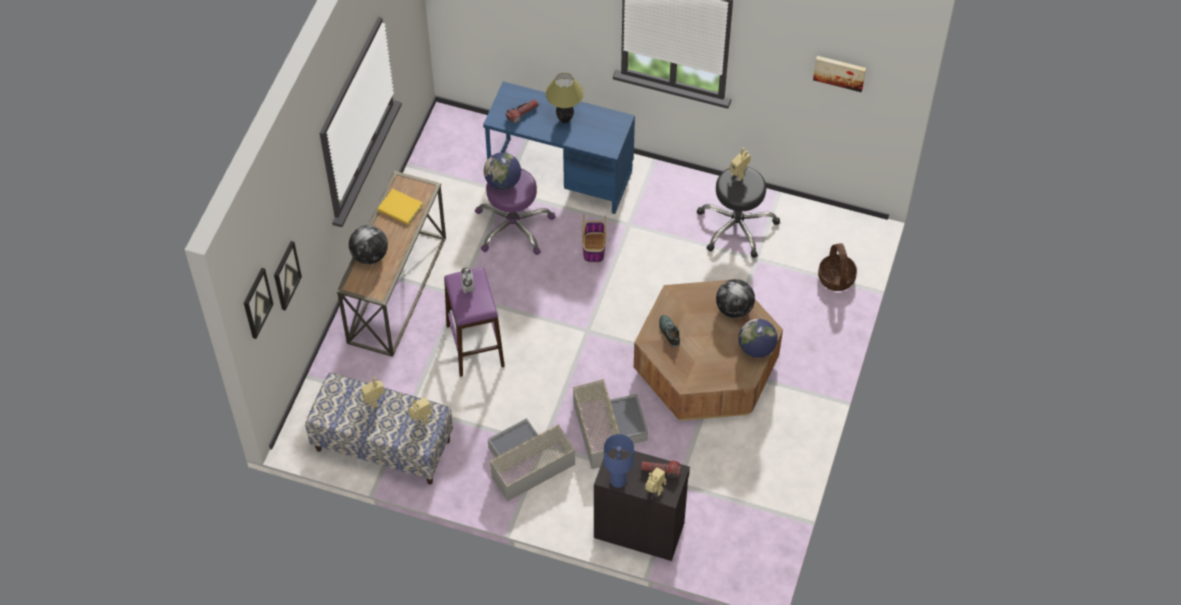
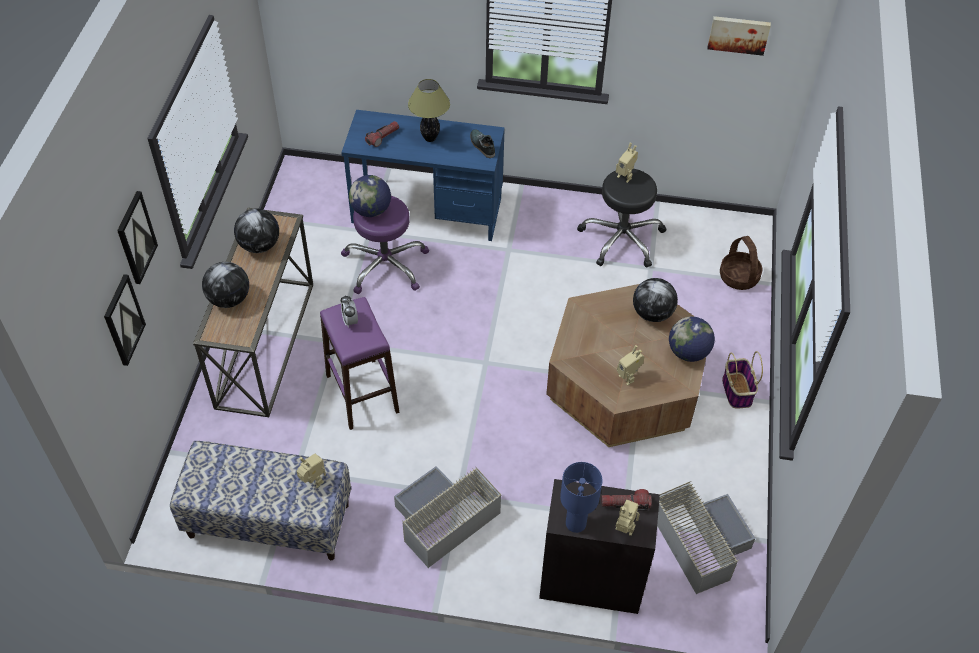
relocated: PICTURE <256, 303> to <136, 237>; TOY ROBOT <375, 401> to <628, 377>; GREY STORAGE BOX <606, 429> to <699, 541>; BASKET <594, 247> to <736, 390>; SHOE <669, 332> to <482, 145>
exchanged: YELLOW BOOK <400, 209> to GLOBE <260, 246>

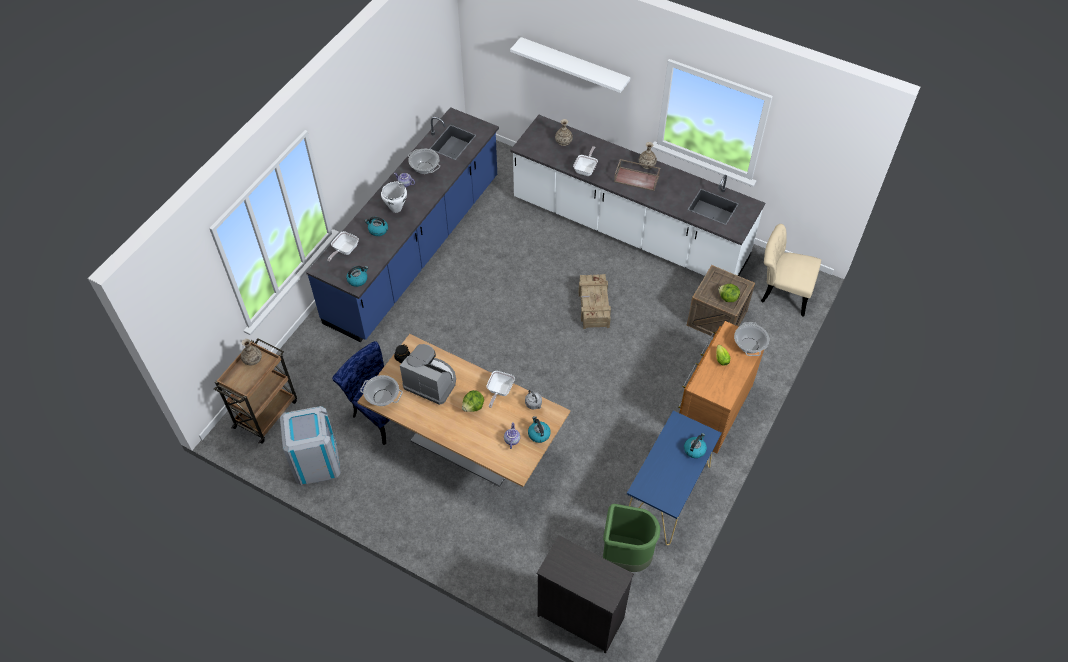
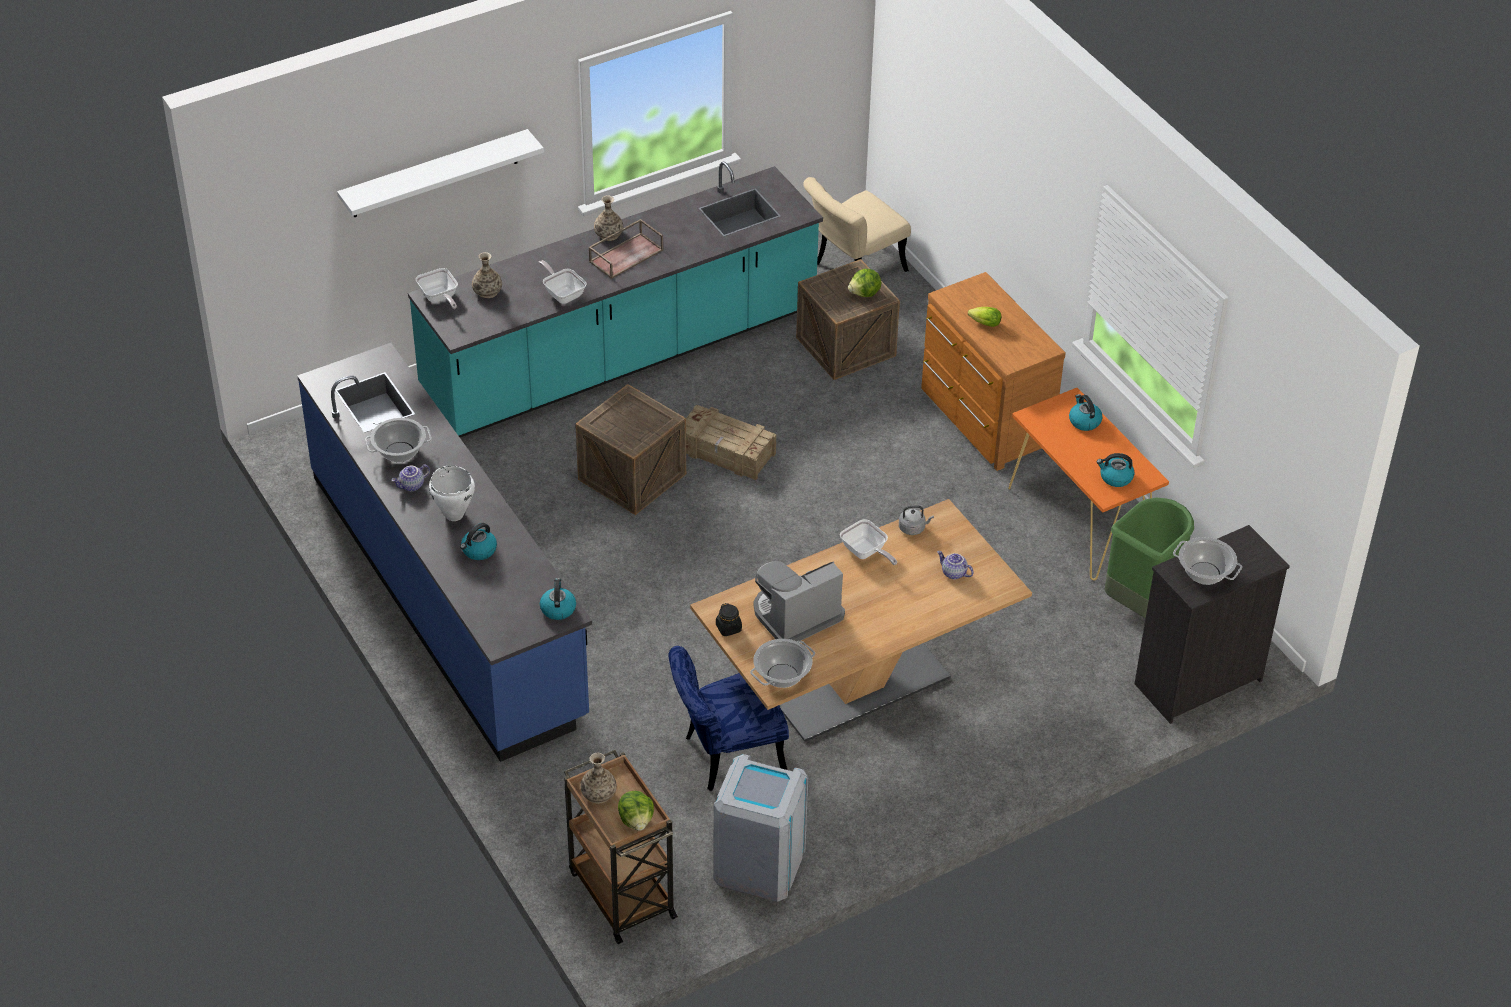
appeared: CRATE <632, 477>
relocated: FRYING PAN <344, 251> to <439, 298>; LETTUCE <473, 406> to <636, 820>; KETTLE <538, 434> to <1115, 477>; COOKING POT <749, 345> to <1205, 573>
colour: WHITE COUNTER <629, 230> to TURQUOISE COUNTER <622, 356>; BLUE CONSOLE TABLE <667, 495> to ORANGE CONSOLE TABLE <1079, 521>

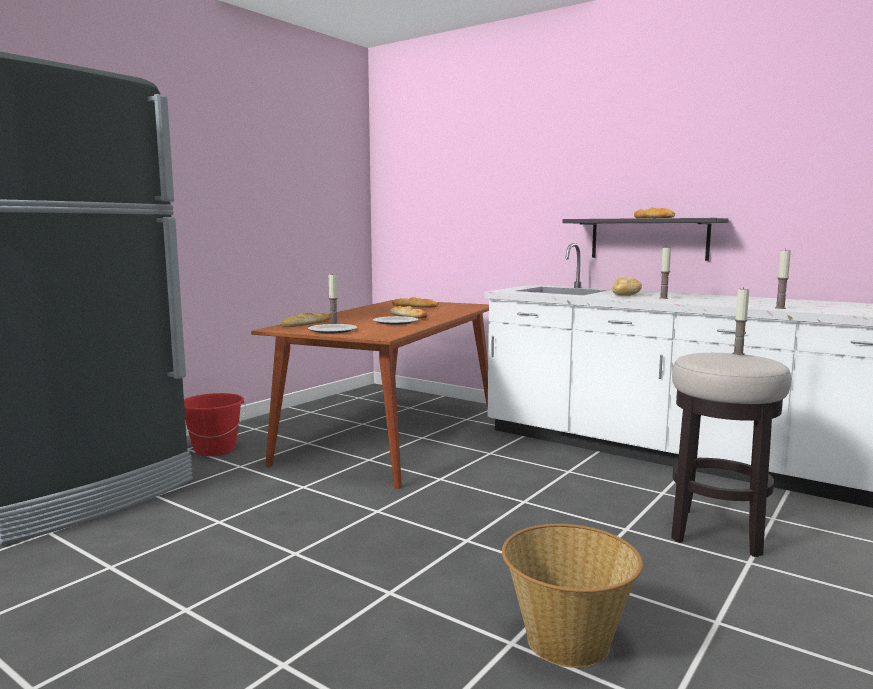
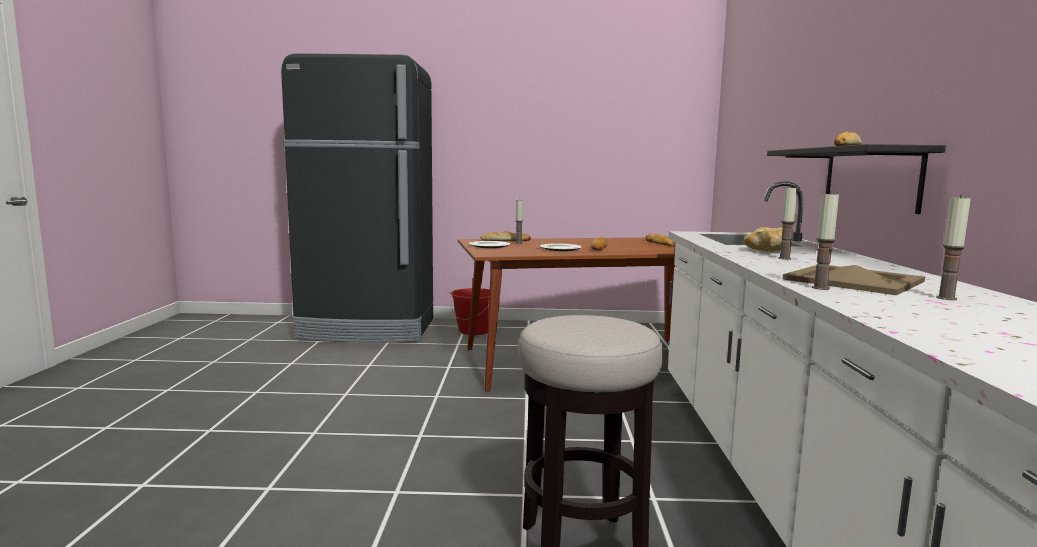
missing: BASKET <567, 642>
appeared: BEIGE TRAY <854, 280>
relocated: CANDLE <738, 354> to <946, 298>

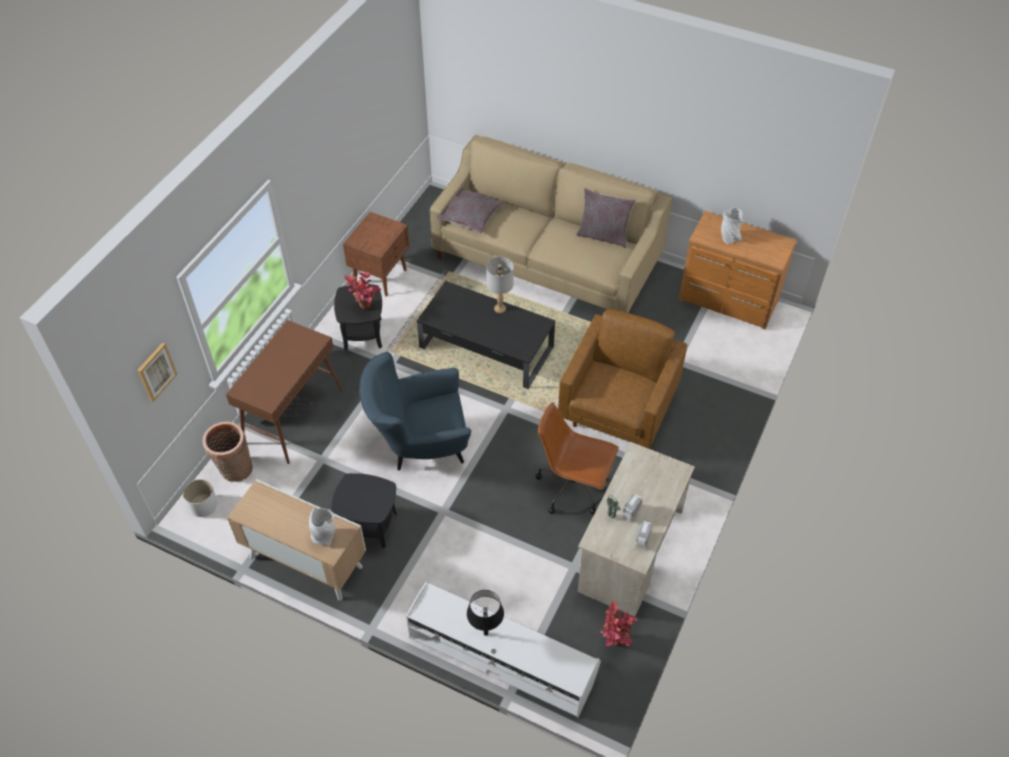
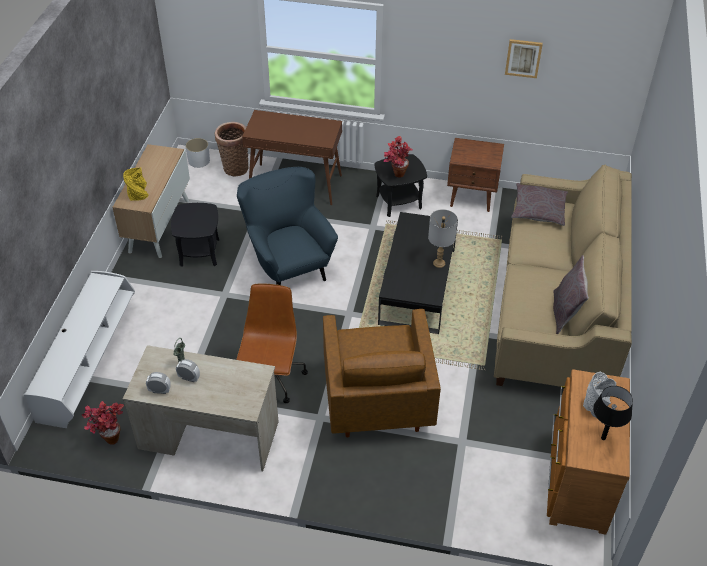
relocated: PICTURE <156, 371> to <523, 58>; BLACK TABLE LAMP <485, 633> to <603, 438>
colour: GREY VASE <325, 536> to YELLOW VASE <138, 196>
spun: BROWN ARMCHAIR <618, 410> = <377, 399> 75 degrees clockwise

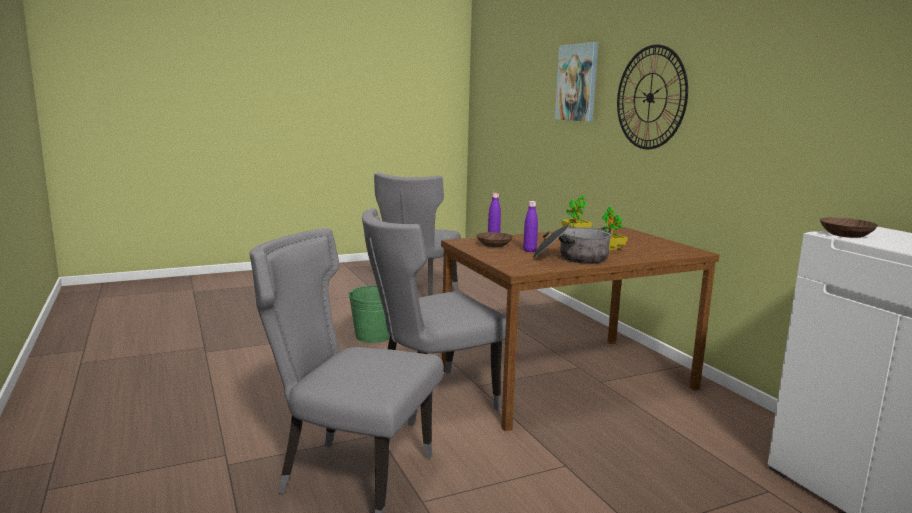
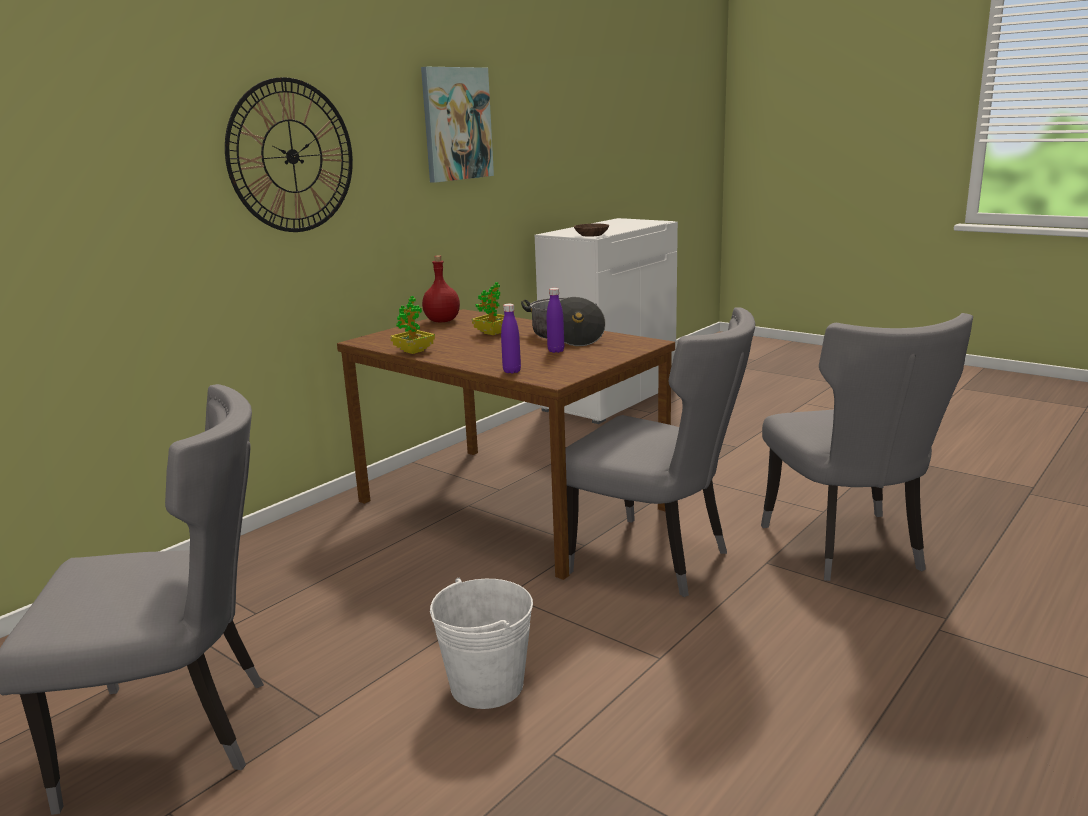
missing: BROWN BOWL <493, 245>
appeared: RED BOTTLE <443, 321>
relocated: PICTURE <577, 82> to <456, 124>
colour: GREEN BUCKET <373, 336> to WHITE BUCKET <486, 685>

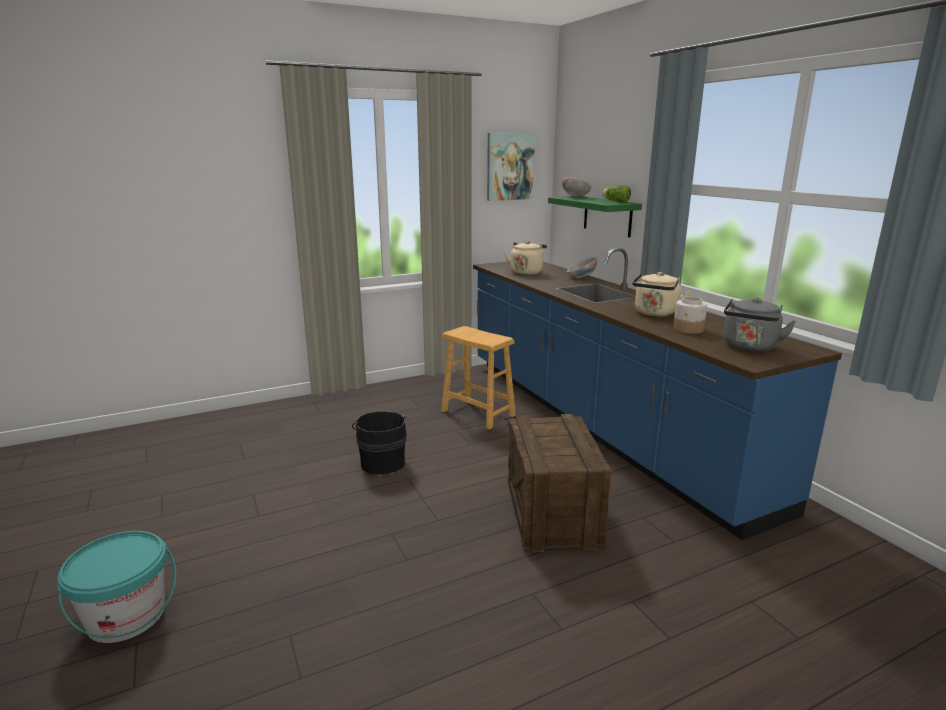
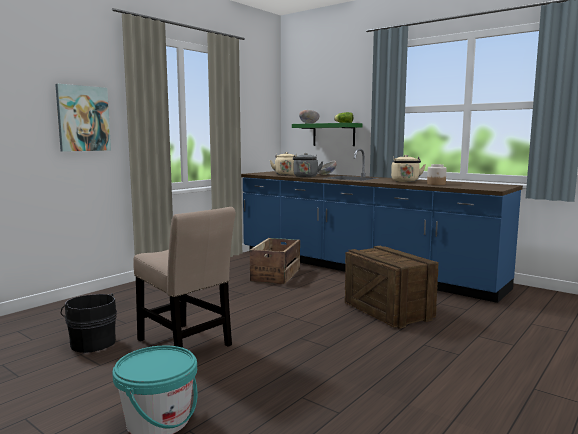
appeared: BEIGE CHAIR <186, 344>
relocated: BLACK BUCKET <382, 462> to <92, 342>; PICTURE <510, 166> to <83, 118>; GREY KETTLE <749, 347> to <305, 177>
exchanged: BROWN STOOL <478, 413> to CRATE <276, 275>

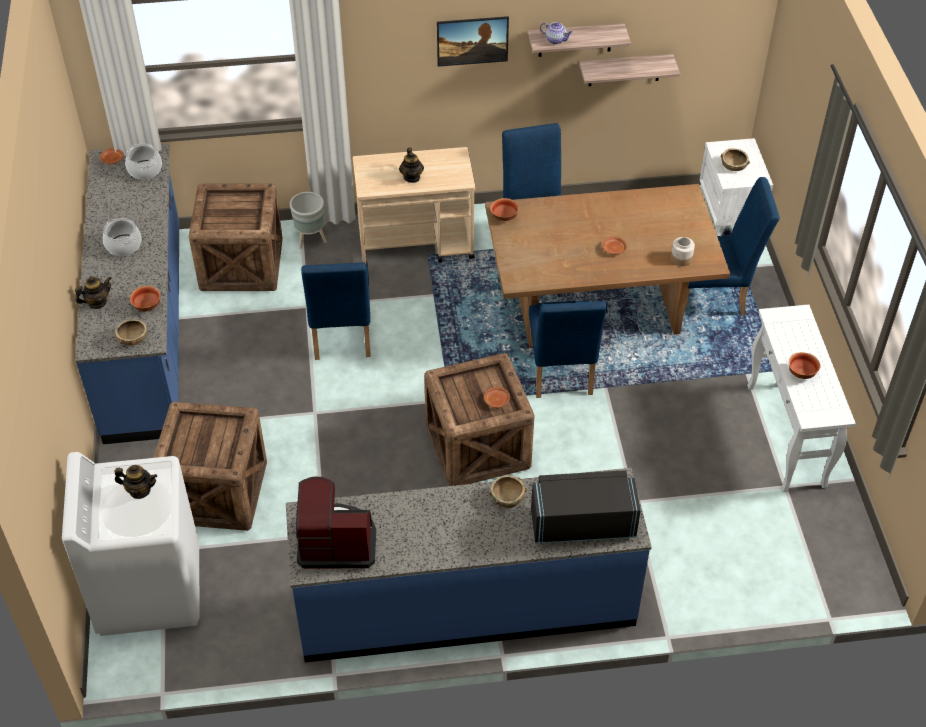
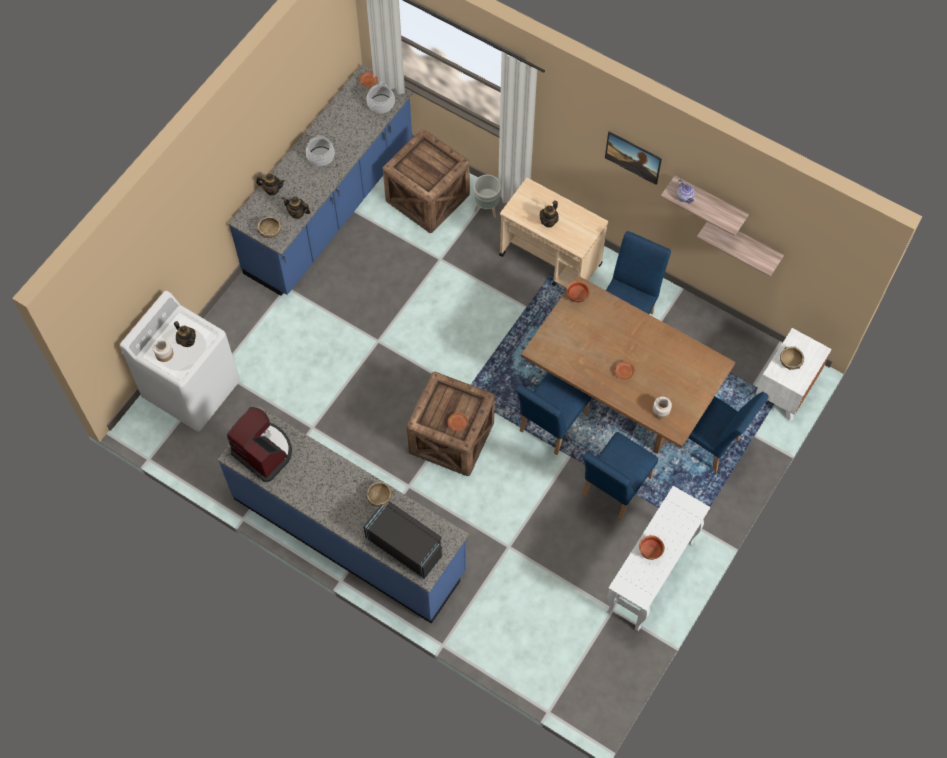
missing: CRATE <214, 493>
appeared: JAR <164, 354>
relocated: BLUE CHAIR <341, 338> to <613, 490>
exchanged: BOWL <147, 306> to TEAPOT <297, 213>

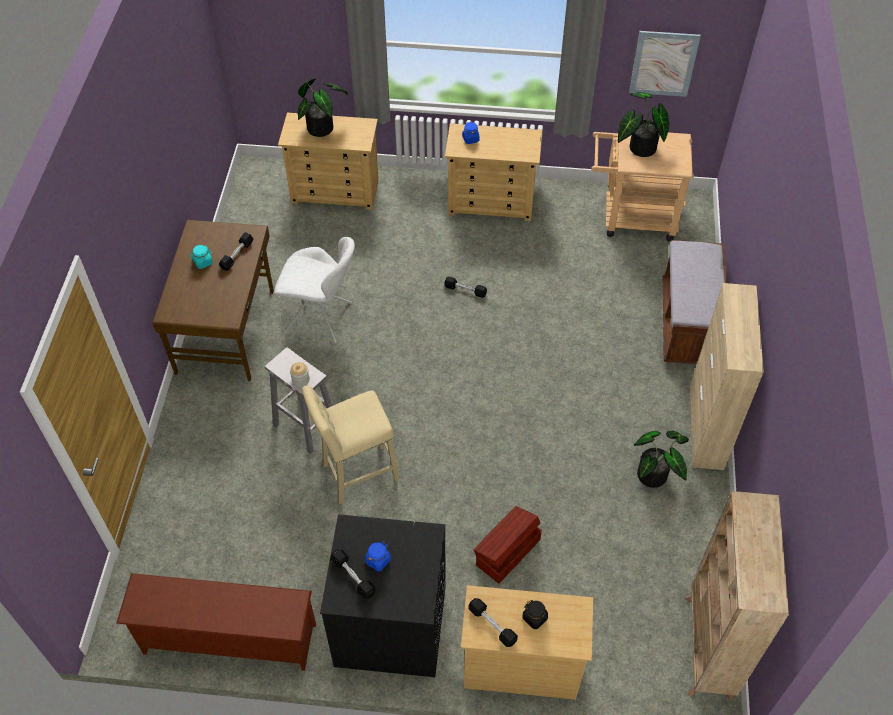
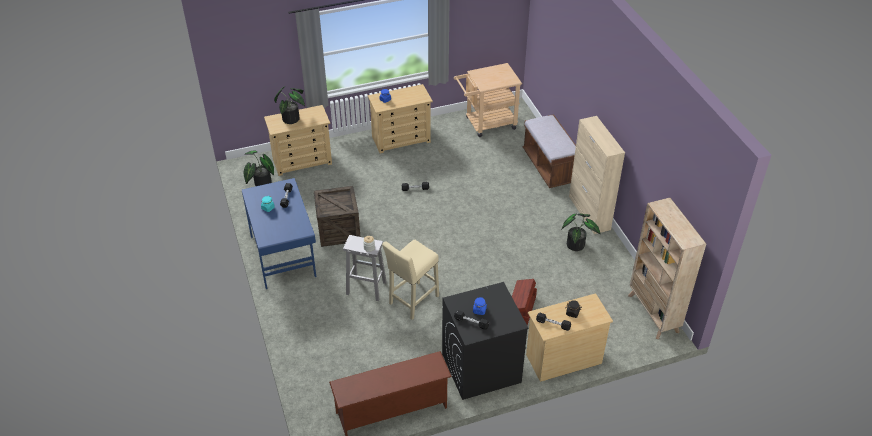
missing: PICTURE <663, 63>
relocated: POTTED PLANT <639, 148> to <261, 184>
exchanged: WHITE CHAIR <321, 318> to CRATE <338, 230>
colour: BROWN DESK <227, 331> to BLUE DESK <283, 255>

